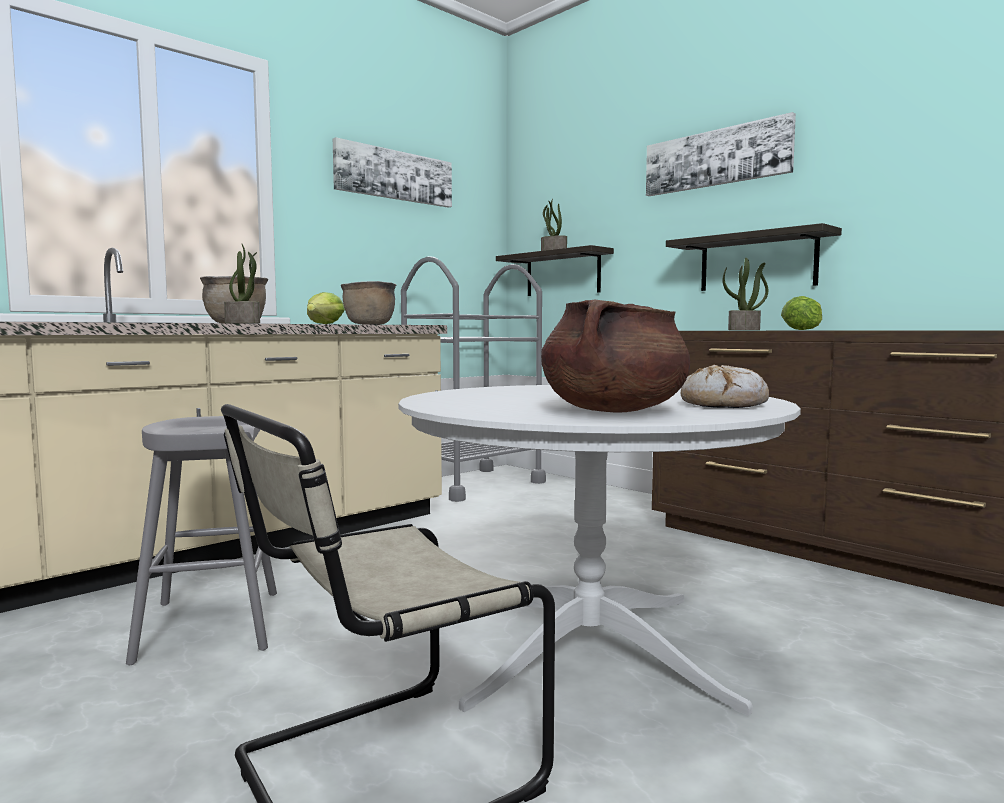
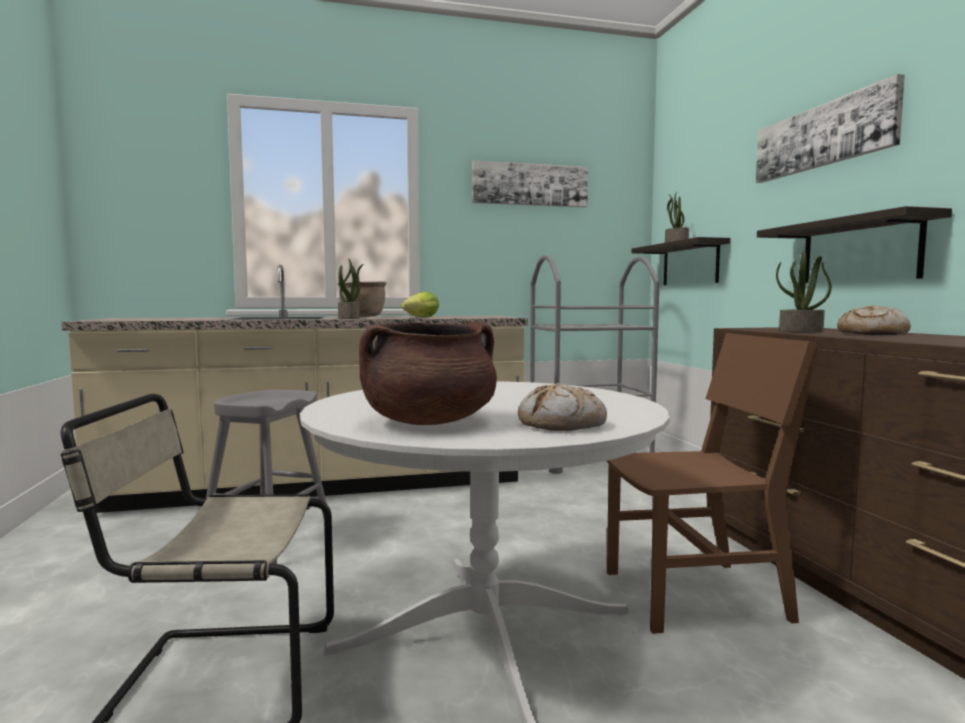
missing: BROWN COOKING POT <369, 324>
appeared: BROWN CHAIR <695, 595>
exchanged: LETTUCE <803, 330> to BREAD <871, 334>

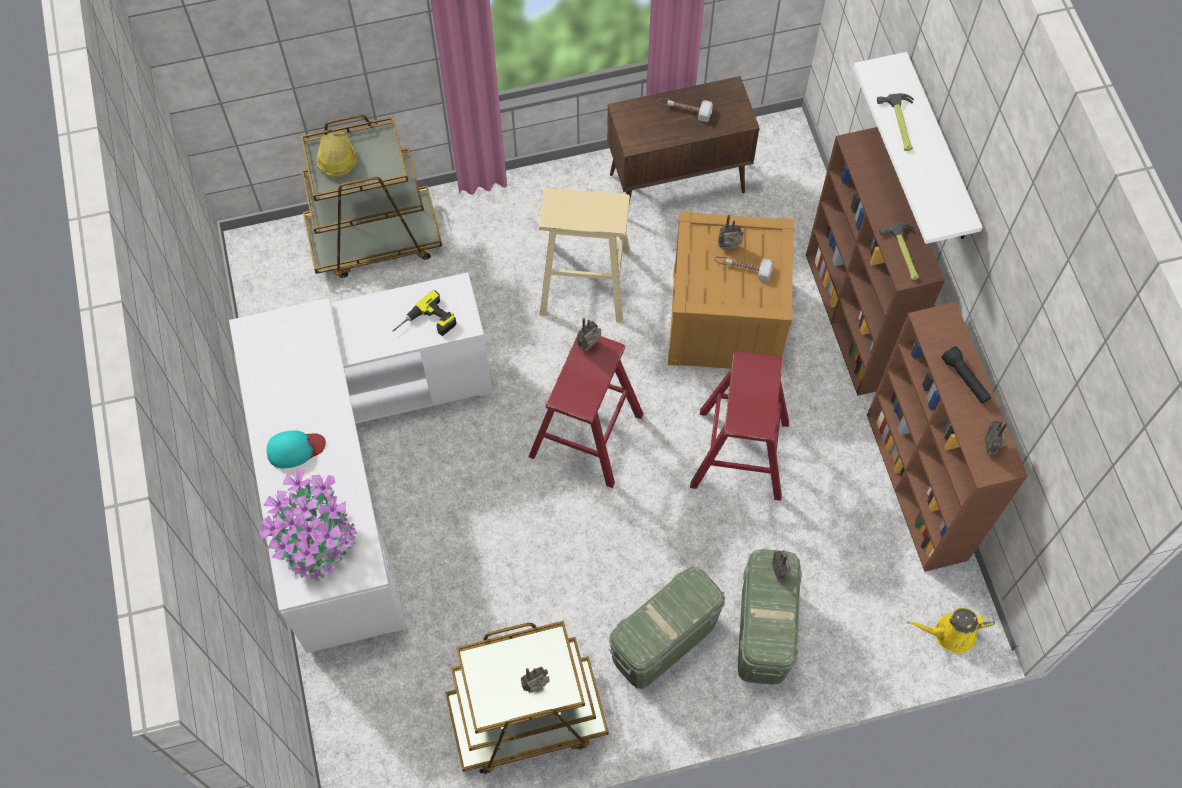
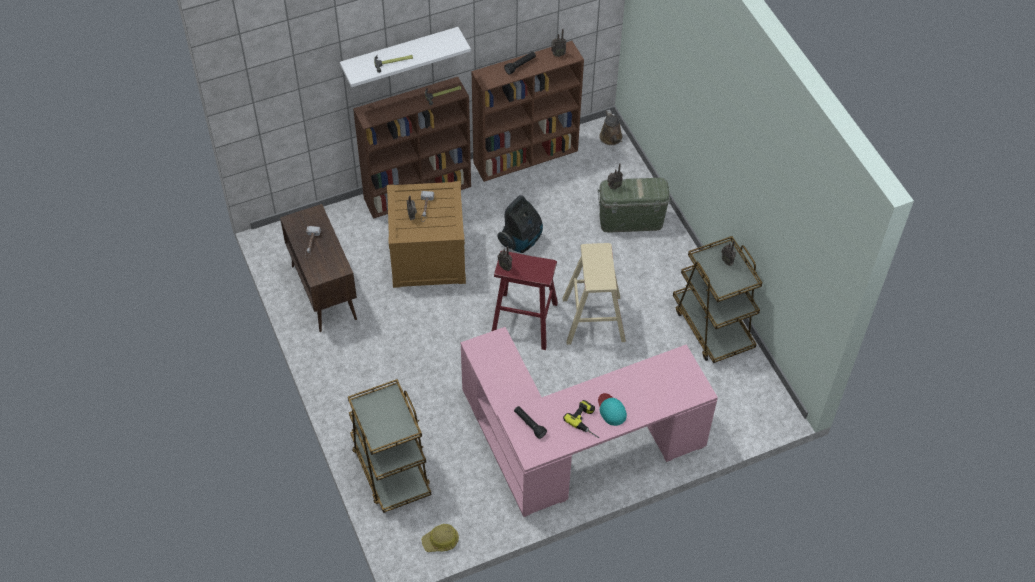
missing: POTTED PLANT <314, 537>; GREEN STORAGE BOX <663, 641>
appeared: BLACK FLASHLIGHT <529, 424>
relocated: HARD HAT <336, 158> to <441, 541>; POWER DRILL <426, 324> to <587, 421>; BEIGE STOOL <585, 281> to <593, 319>
exchanged: RED STOOL <740, 454> to VACUUM CLEANER <521, 240>
colour: WHITE DESK <355, 469> to PINK DESK <574, 446>; YELLOW WATERING CAN <950, 633> to BROWN WATERING CAN <611, 138>

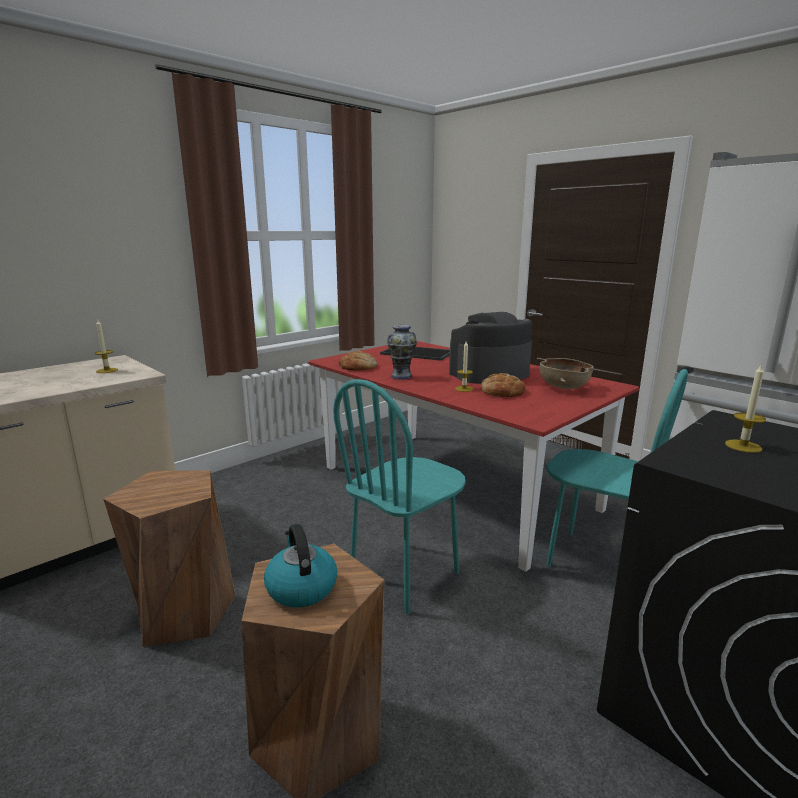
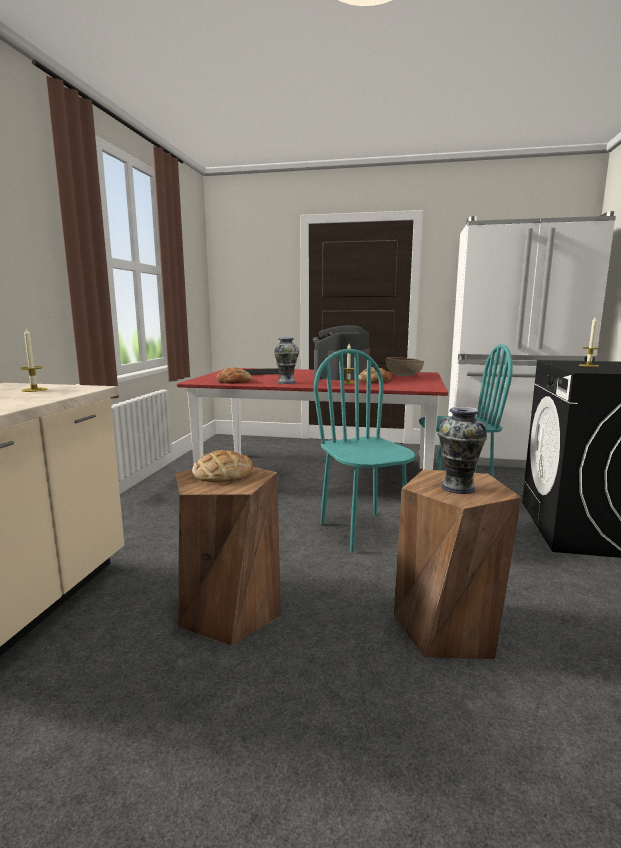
appeared: BREAD <222, 474>
exchanged: KETTLE <301, 587> to VASE <458, 488>
spun: TURQUOISE CHAIR <405, 575> = <363, 531> 150 degrees clockwise

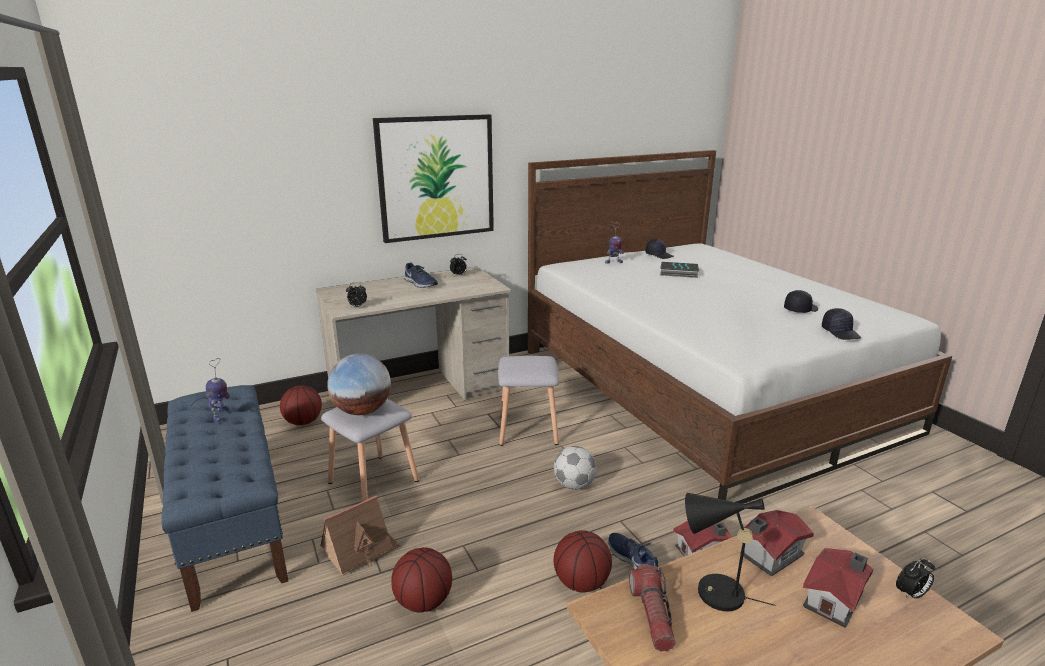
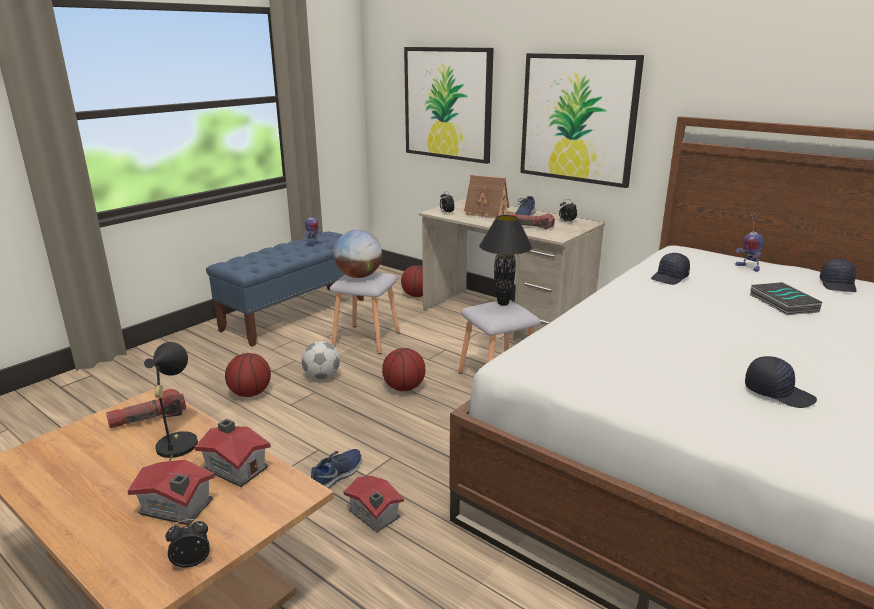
appeared: PICTURE <448, 104>; BLACK TABLE LAMP <503, 304>; FLASHLIGHT <531, 227>
relocated: TOY HOUSE <360, 550> to <489, 213>; FOOTBALL <574, 485> to <322, 376>; BASKETBALL <581, 582> to <404, 388>; BLACK CAP <840, 332> to <670, 278>
spun: ALARM CLOCK <911, 594> = <192, 561> 120 degrees clockwise

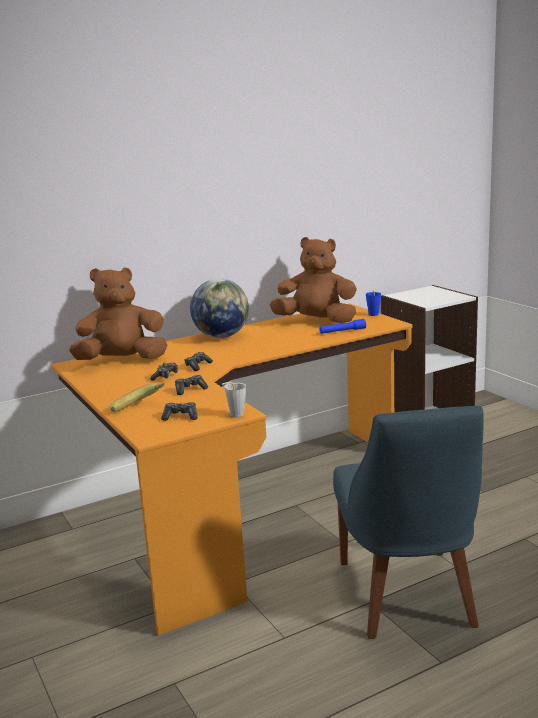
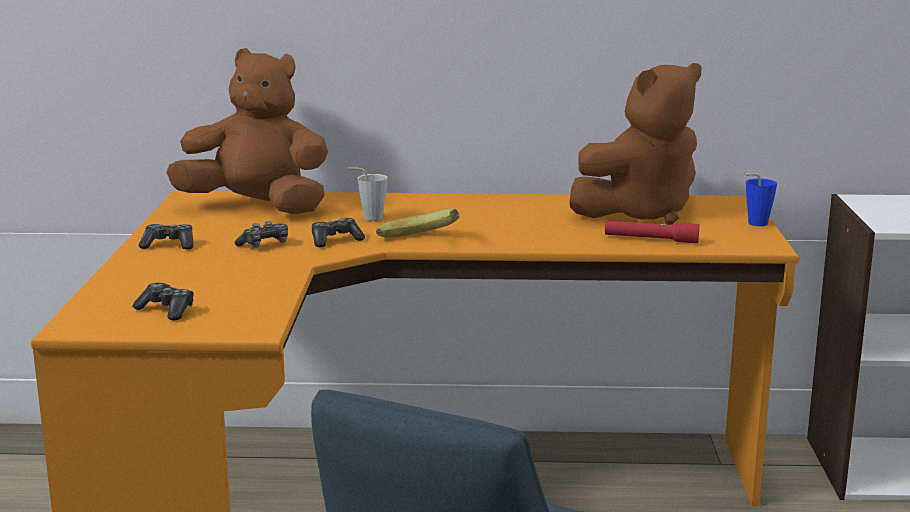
missing: GLOBE <221, 336>
relocated: BANANA <140, 409> to <422, 242>; GAME CONTROLLER <190, 389> to <169, 245>; GREY CUP <234, 415> to <368, 218>
colour: BLUE FLASHLIGHT <342, 331> to RED FLASHLIGHT <651, 239>
spun: BROWN PLUSH TOY <316, 321> = <639, 213> 105 degrees clockwise

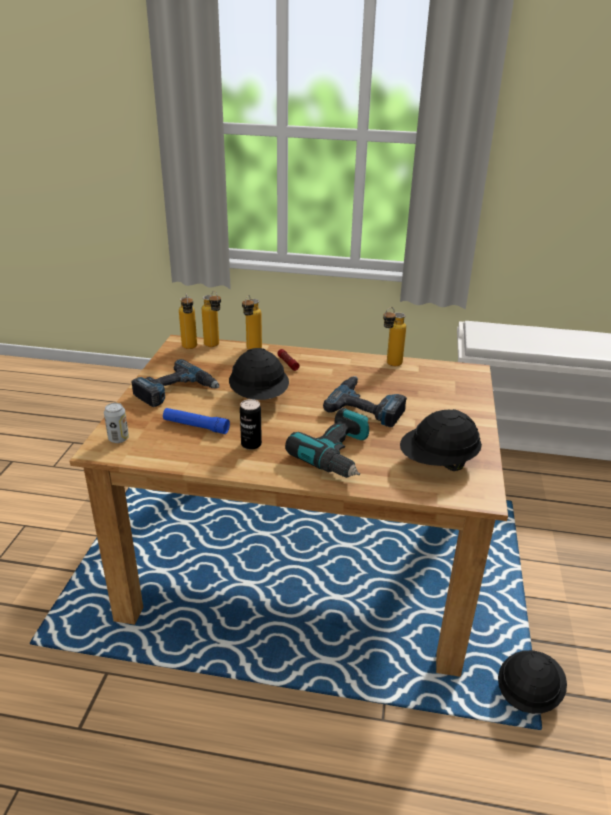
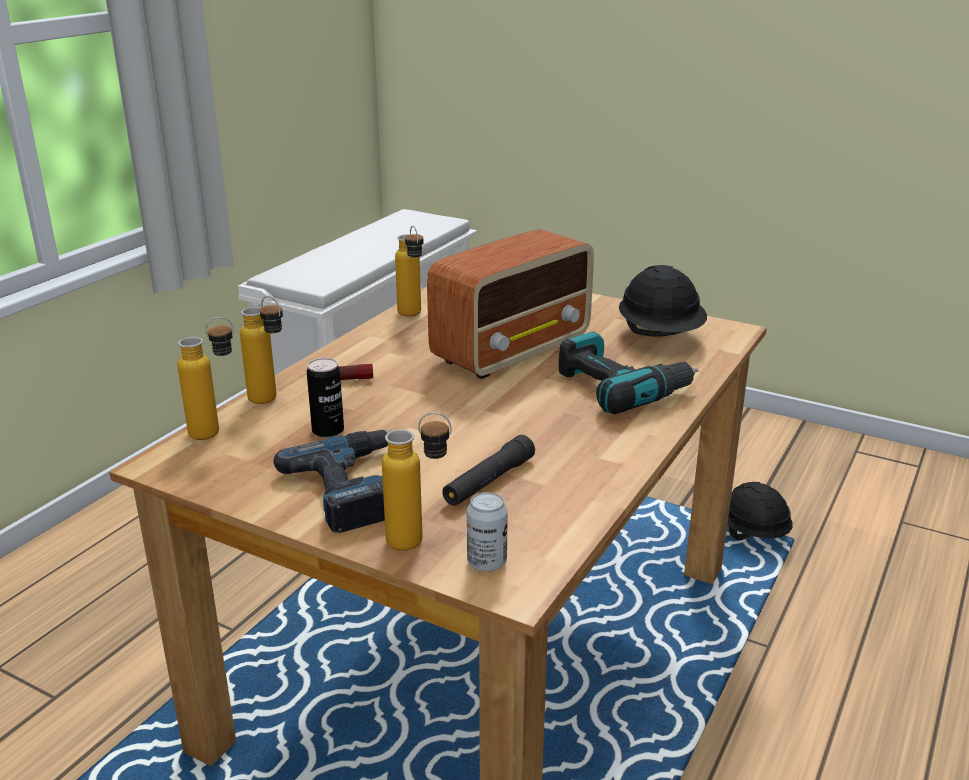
missing: BLACK HARD HAT <259, 397>
relocated: BOTTLE <190, 349> to <419, 542>; CAN <251, 444> to <328, 430>
exchanged: POWER DRILL <367, 407> to RADIO <513, 350>
colour: BLUE FLASHLIGHT <196, 426> to BLACK FLASHLIGHT <489, 481>

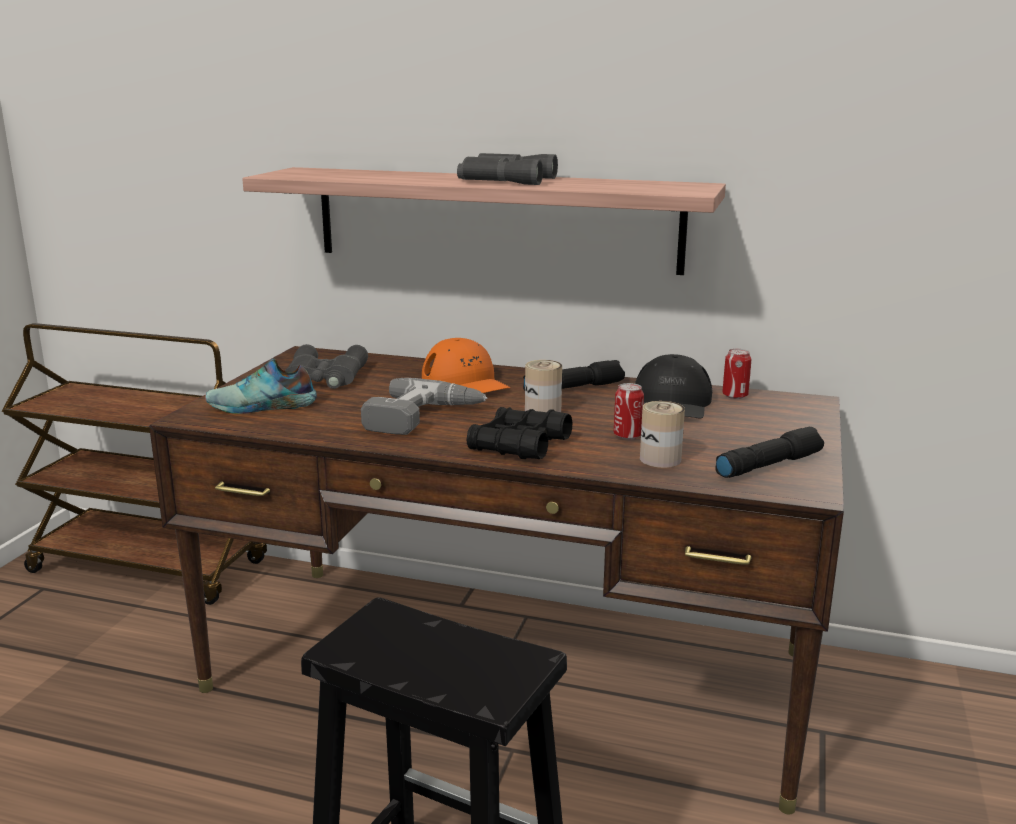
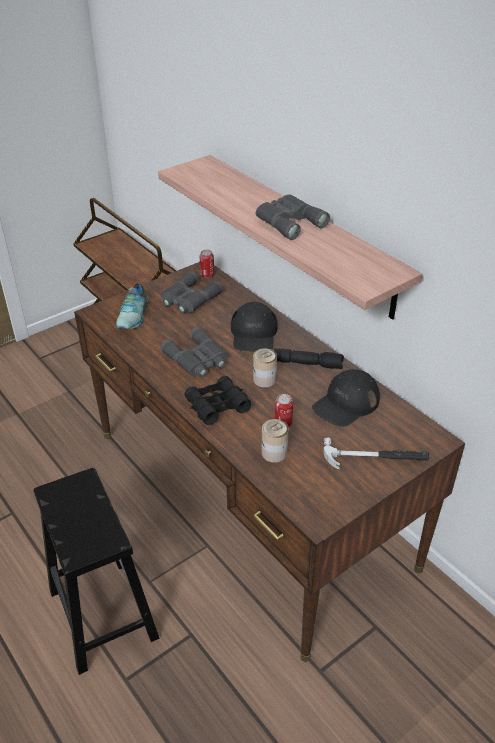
missing: BLACK FLASHLIGHT <768, 465>
appeared: HAMMER <375, 457>
relocated: CAN <735, 395> to <207, 274>
exchanged: POWER DRILL <424, 418> to GREY BINOCULARS <197, 359>
colour: ORANGE CAP <465, 383> to BLACK CAP <254, 334>
spun: SHOE <262, 406> = <134, 315> 105 degrees counterclockwise

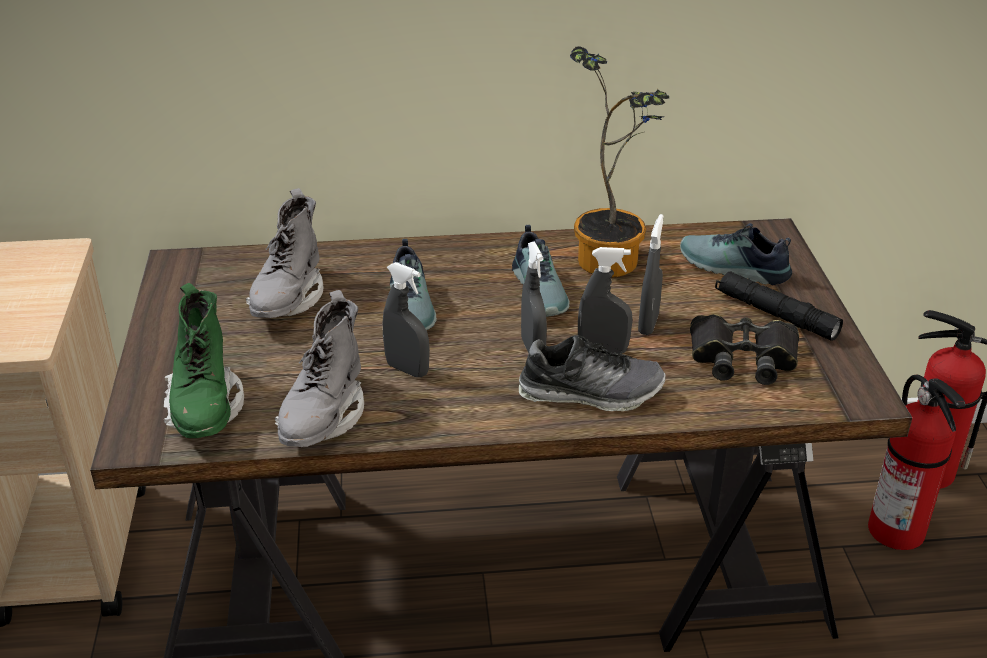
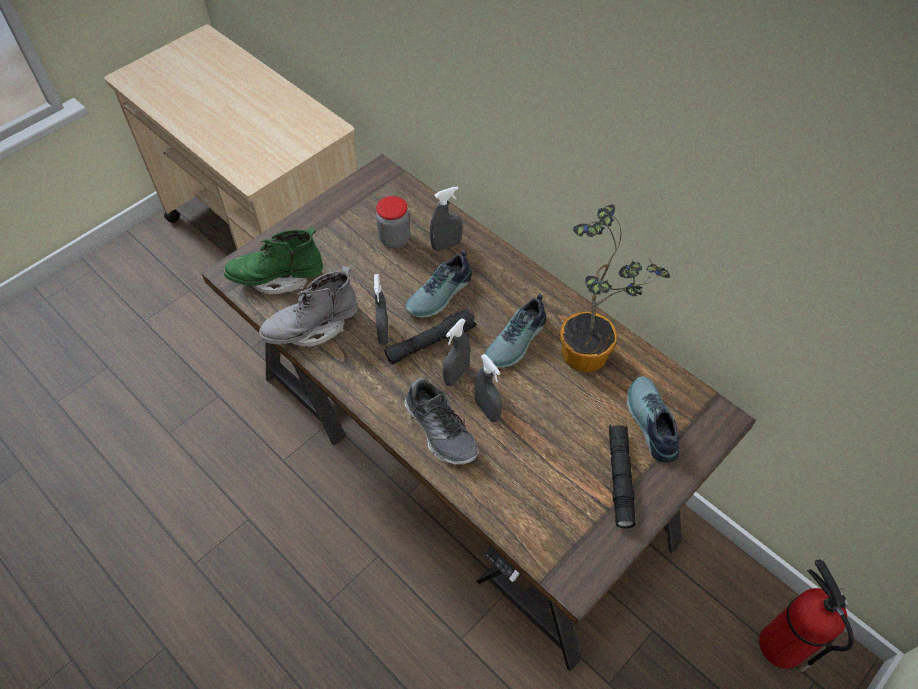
missing: BLACK BINOCULARS <742, 358>; FIRE EXTINGUISHER <898, 531>
appeared: BLACK FLASHLIGHT <430, 343>
relocated: GREY SPRAY BOTTLE <648, 324> to <446, 245>
exchanged: GREY BOOT <288, 299> to JAR <394, 239>
spun: GREEN BOOT <205, 409> = <277, 278> 45 degrees clockwise

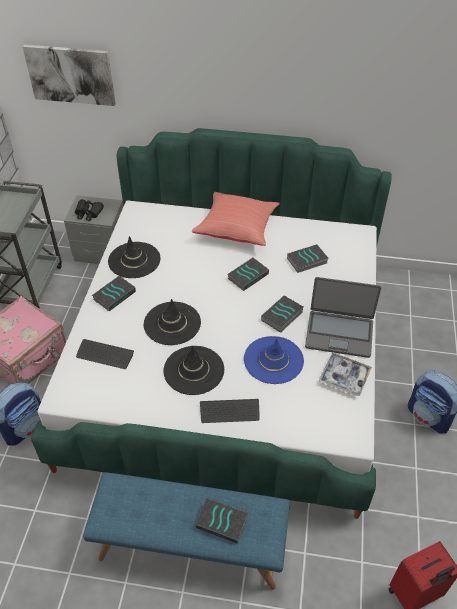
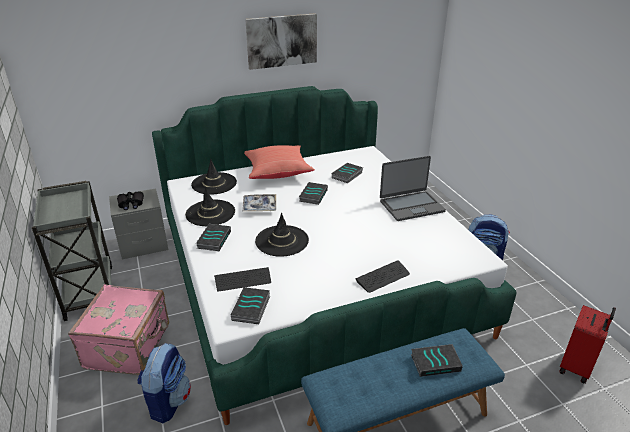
missing: BLUE HAT <273, 360>
relocated: PICTURE <71, 74> to <282, 41>; BLACK HAT <193, 370> to <214, 183>; BOOK <282, 316> to <252, 309>; TRAY <344, 377> to <259, 206>

